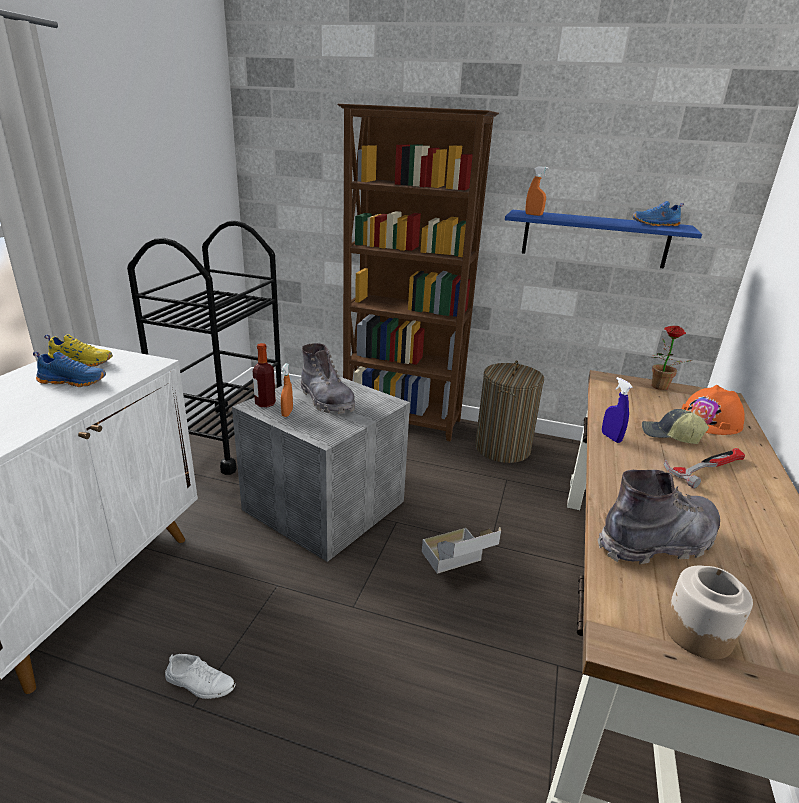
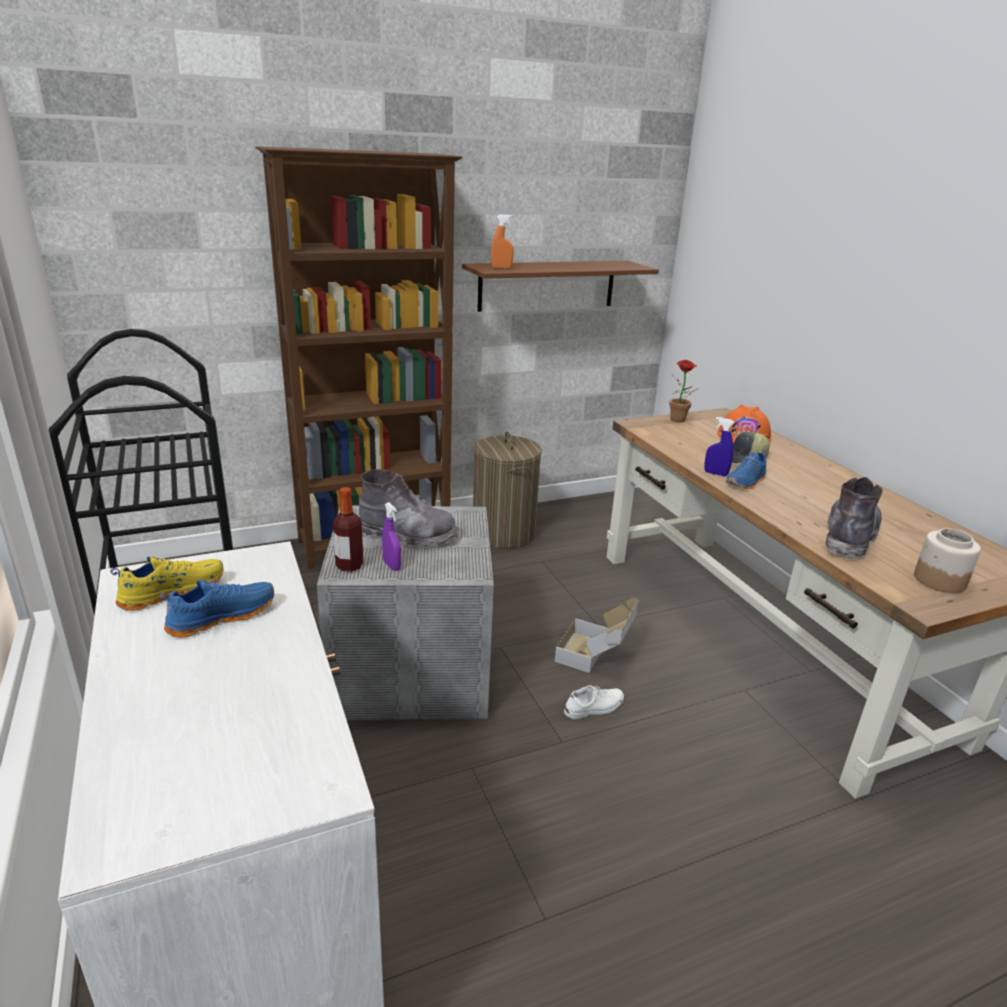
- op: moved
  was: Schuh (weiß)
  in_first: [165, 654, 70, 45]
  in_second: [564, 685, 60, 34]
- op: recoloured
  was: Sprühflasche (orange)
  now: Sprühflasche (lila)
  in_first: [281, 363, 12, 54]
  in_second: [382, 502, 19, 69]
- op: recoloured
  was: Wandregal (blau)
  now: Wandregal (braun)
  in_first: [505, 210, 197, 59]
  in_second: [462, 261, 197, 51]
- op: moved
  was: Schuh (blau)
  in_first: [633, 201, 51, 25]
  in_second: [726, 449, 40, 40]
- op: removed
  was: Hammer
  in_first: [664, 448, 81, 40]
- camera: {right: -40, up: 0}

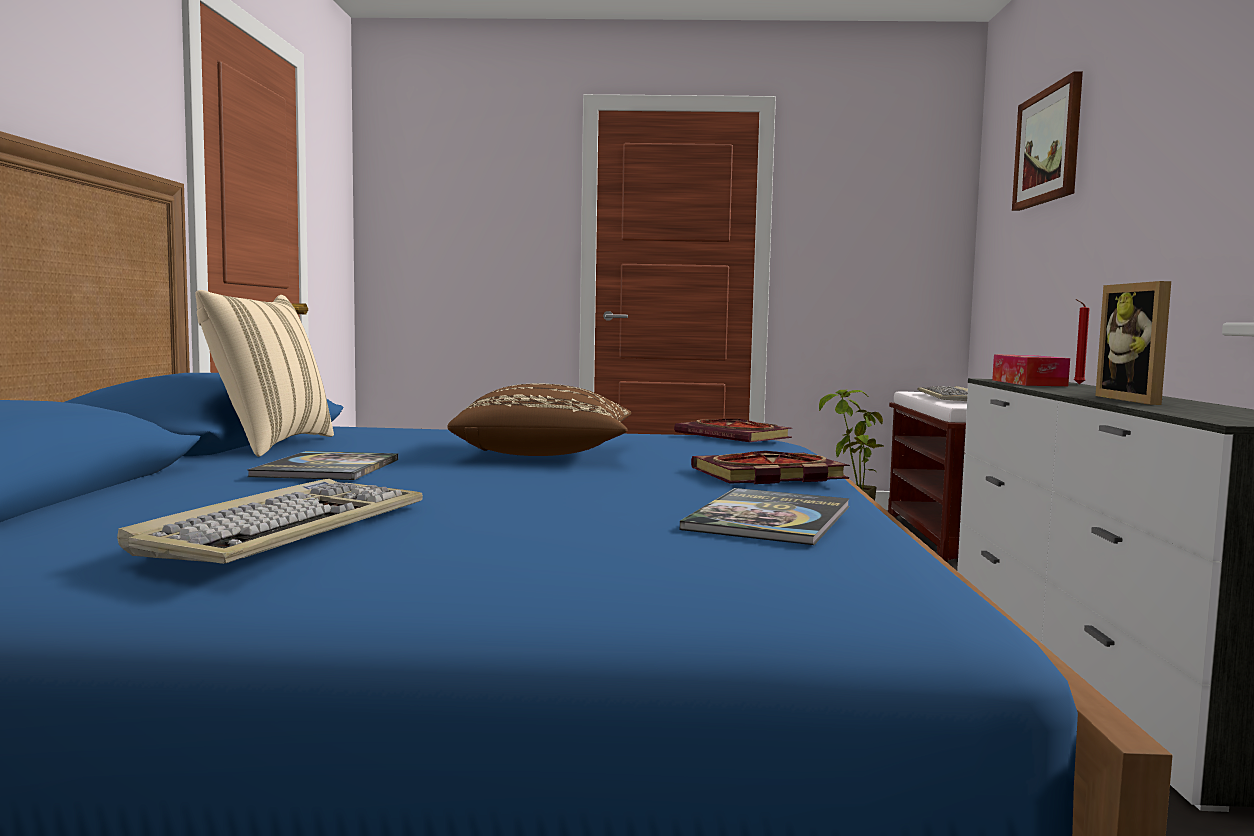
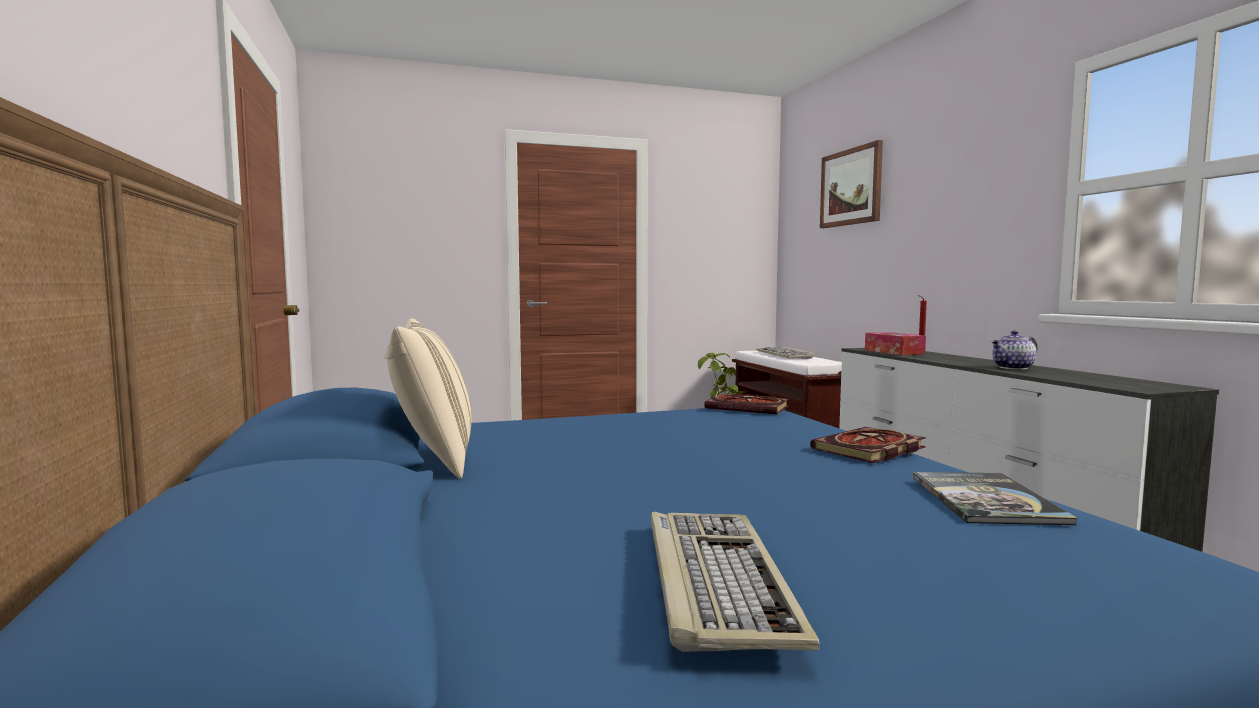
- op: removed
  was: Buch
  in_first: [247, 451, 151, 29]
- op: removed
  was: Kissen (braun)
  in_first: [447, 383, 184, 73]
- op: replaced
  was: Bilderrahmen
  now: Teekanne
  in_first: [1095, 281, 76, 124]
  in_second: [991, 330, 47, 40]
- camera: {right: -20, up: 0}

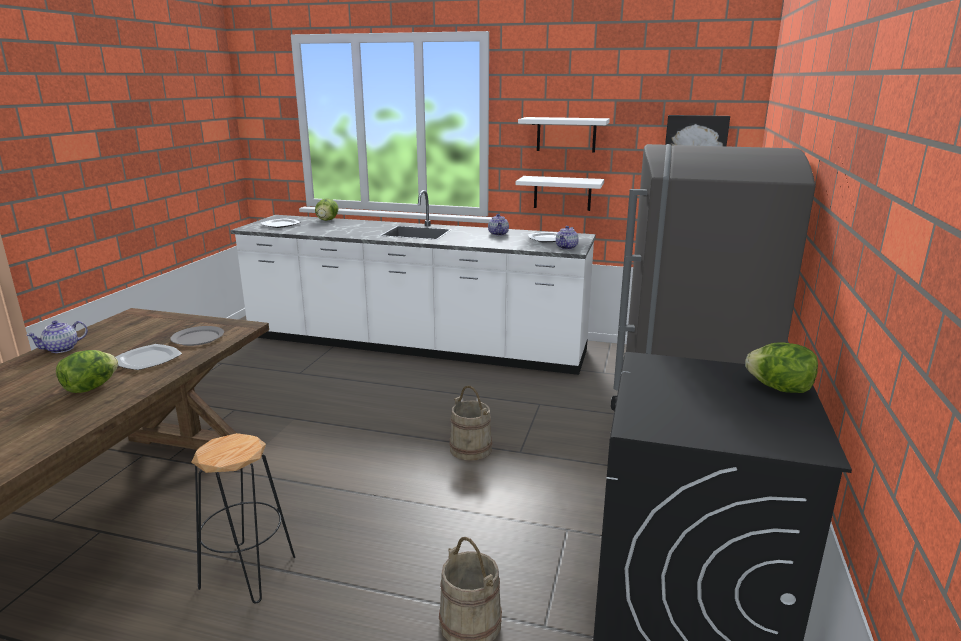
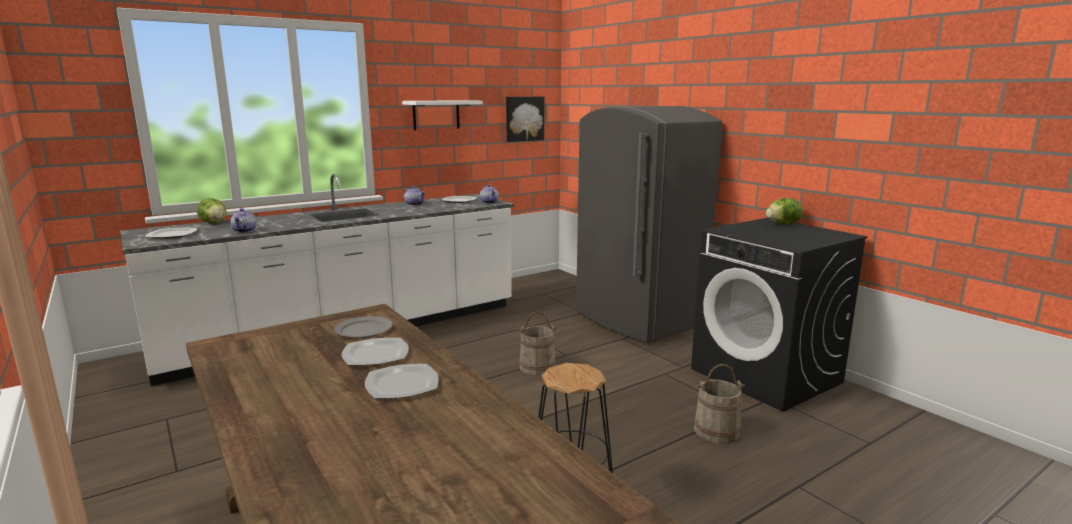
- op: moved
  was: Teekanne
  in_first: [26, 320, 62, 33]
  in_second: [230, 208, 27, 25]
- op: replaced
  was: Salatkopf
  now: Teller
  in_first: [56, 350, 62, 43]
  in_second: [365, 364, 74, 35]
- op: removed
  was: Wandregal (weiß)
  in_first: [516, 176, 88, 35]
- camera: {right: -50, up: -5}

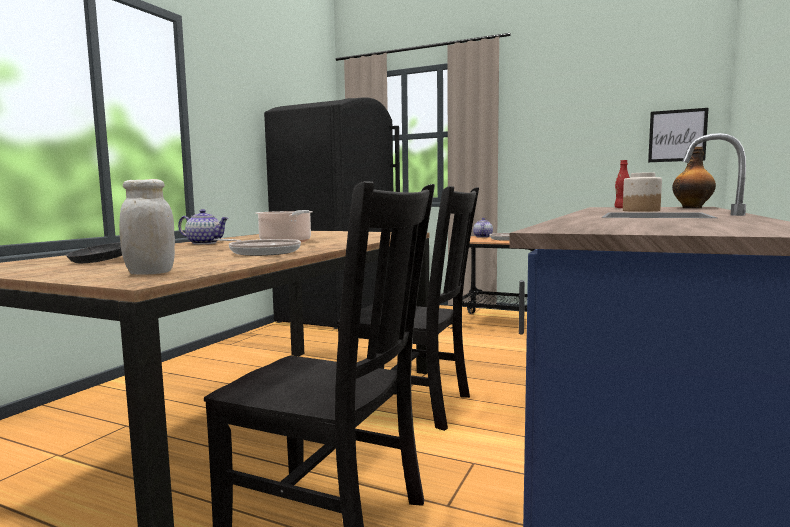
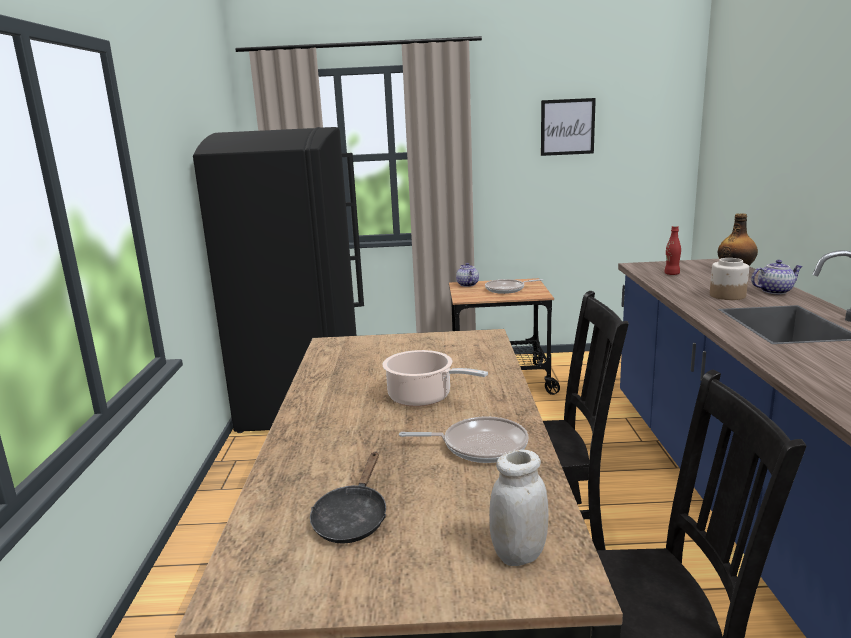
- op: moved
  was: Teekanne
  in_first: [178, 209, 51, 35]
  in_second: [751, 260, 52, 34]
- op: moved
  was: Bild
  in_first: [648, 108, 60, 54]
  in_second: [541, 98, 55, 58]
- camera: {right: -25, up: 10}

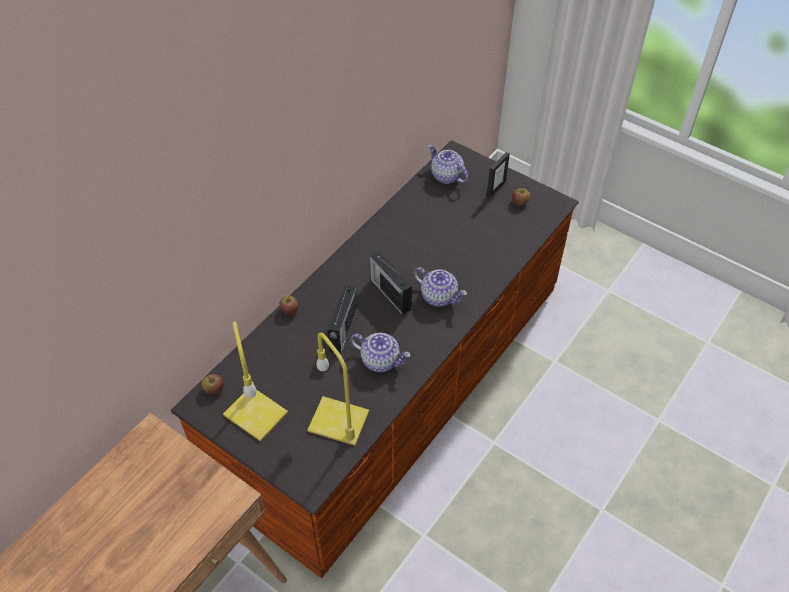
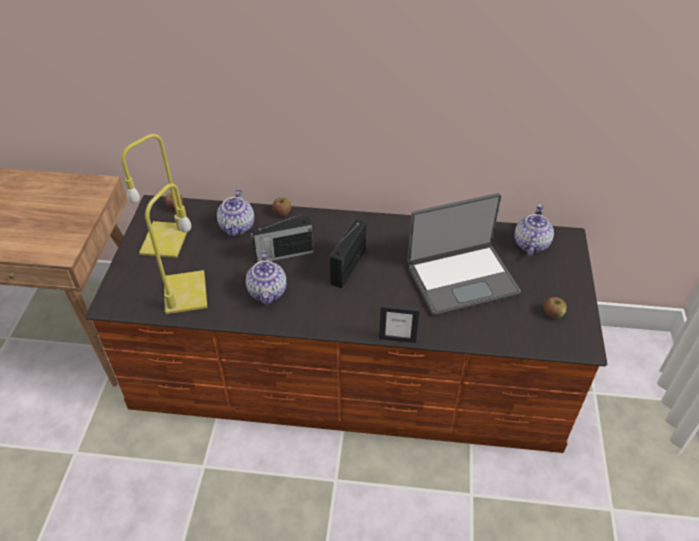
- op: moved
  was: Teekanne
  in_first: [413, 267, 54, 40]
  in_second: [217, 189, 37, 48]
- op: moved
  was: Bilderrahmen
  in_first: [486, 152, 24, 46]
  in_second: [379, 303, 41, 40]
- op: added
  now: Laptop
  in_second: [407, 193, 114, 123]
- camera: {right: 60, up: -5}

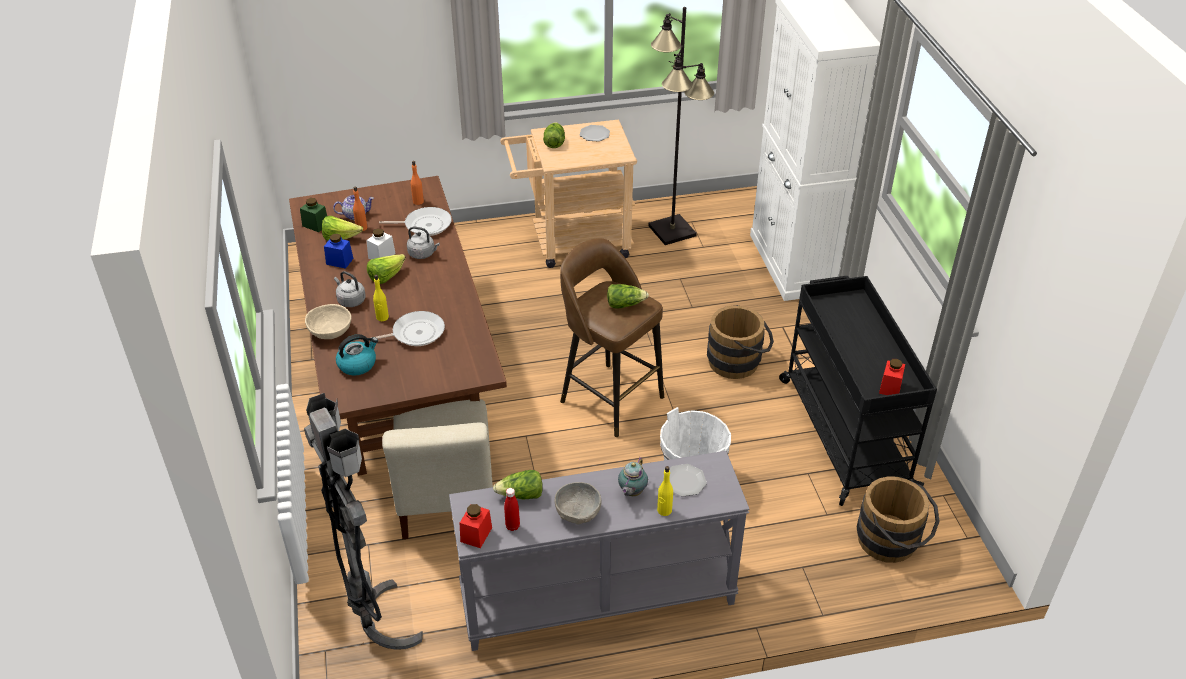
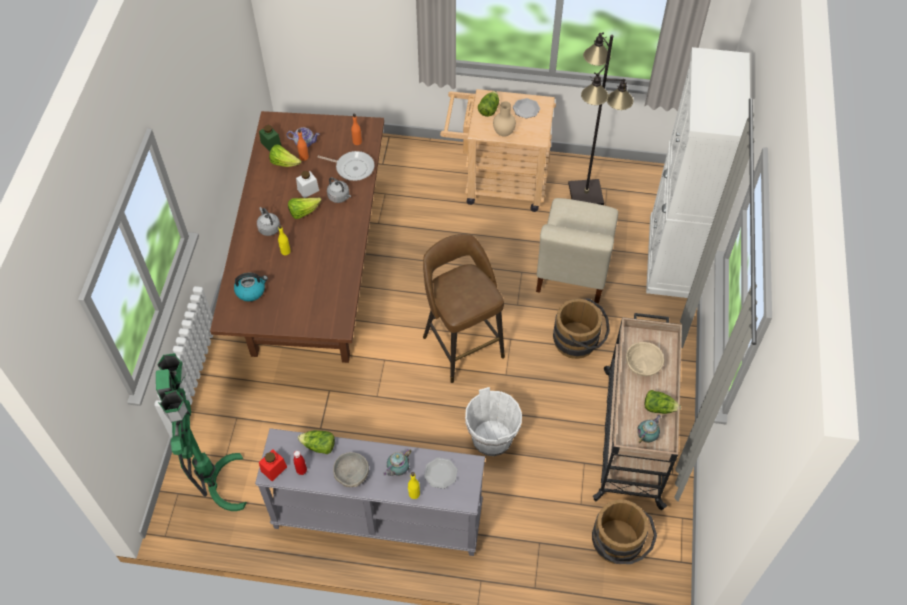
- op: recoloured
  was: Stehlampe (grau)
  now: Stehlampe (grün)
  in_first: [304, 393, 119, 257]
  in_second: [156, 353, 91, 158]
- op: moved
  was: Schüssel (beige)
  in_first: [305, 304, 47, 35]
  in_second: [626, 342, 38, 34]
- op: removed
  was: Vorratsglas (blau)
  in_first: [324, 234, 29, 35]
- op: removed
  was: Pfanne
  in_first: [364, 311, 81, 35]
- op: moved
  was: Stuhl (beige)
  in_first: [382, 399, 111, 140]
  in_second: [536, 198, 82, 105]
- op: moved
  was: Salatkopf
  in_first: [607, 284, 42, 25]
  in_second: [644, 390, 37, 24]
- op: recoloured
  was: Rollwagen (schwarz)
  now: Rollwagen (beige)
  in_first: [779, 275, 158, 231]
  in_second: [593, 313, 89, 197]
- op: replaced
  was: Vorratsglas (rot)
  now: Teekanne
  in_first: [879, 359, 26, 36]
  in_second: [637, 415, 24, 28]
- op: added
  now: Vase (beige)
  in_second: [493, 101, 23, 36]
- camera: {right: 20, up: 15}

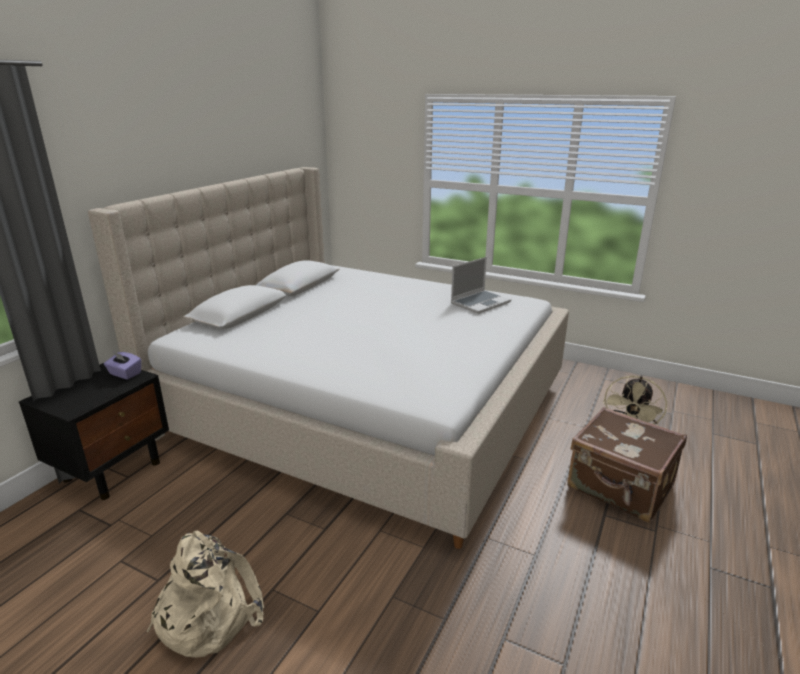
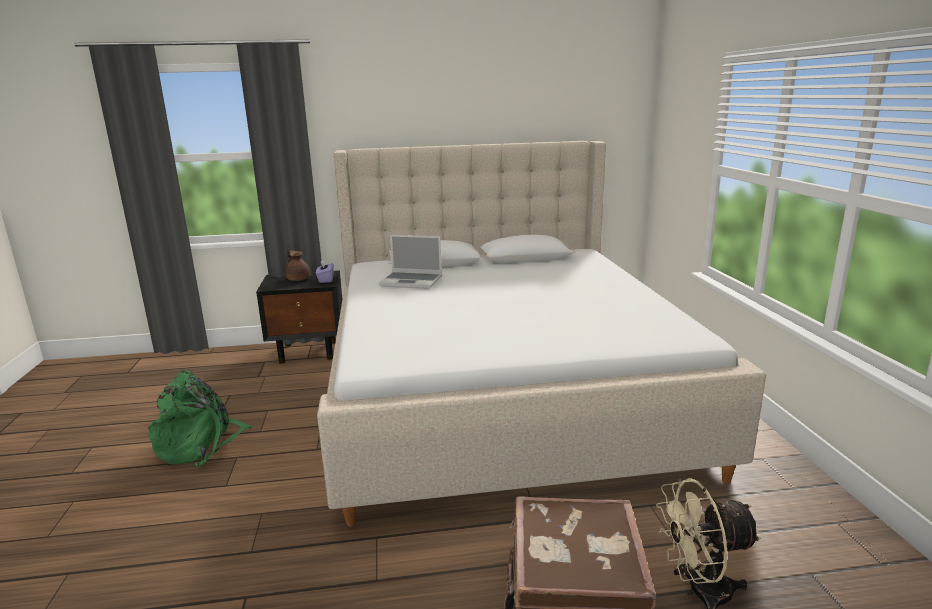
- op: recoloured
  was: Rucksack (beige)
  now: Rucksack (grün)
  in_first: [147, 531, 117, 127]
  in_second: [148, 370, 105, 97]
- op: moved
  was: Laptop
  in_first: [451, 257, 60, 57]
  in_second: [379, 235, 63, 54]
- op: added
  now: Teekanne (braun)
  in_second: [285, 245, 26, 36]
- camera: {right: 55, up: -5}

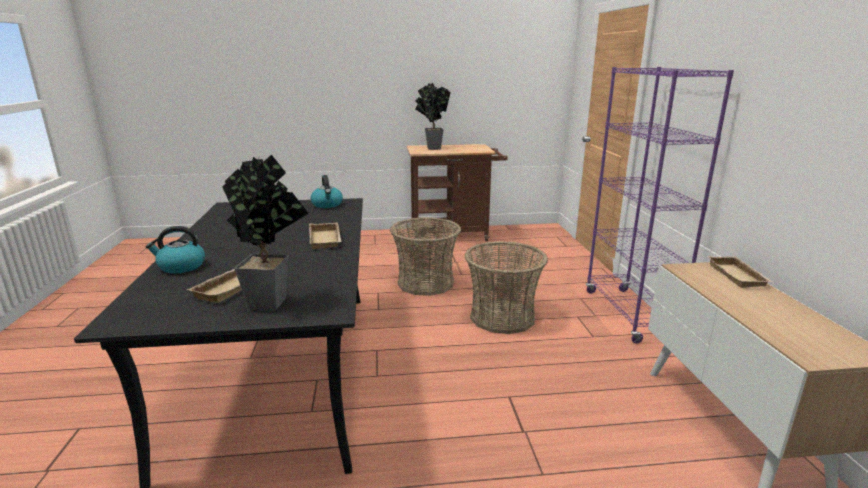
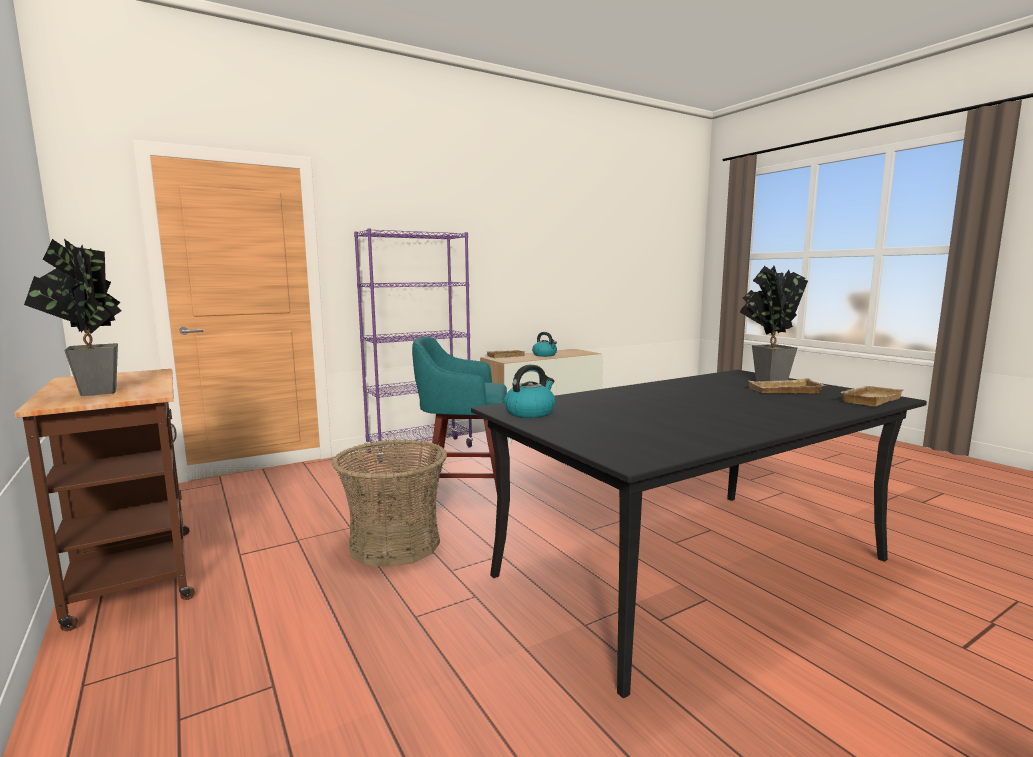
- op: moved
  was: Wasserkessel
  in_first: [146, 226, 59, 48]
  in_second: [532, 332, 25, 25]
- op: moved
  was: Tablett (beige)
  in_first: [309, 223, 33, 27]
  in_second: [838, 386, 65, 20]
- op: replaced
  was: Korb
  now: Hocker (türkis)
  in_first: [464, 241, 84, 93]
  in_second: [412, 337, 95, 167]
- camera: {right: -115, up: -10}

